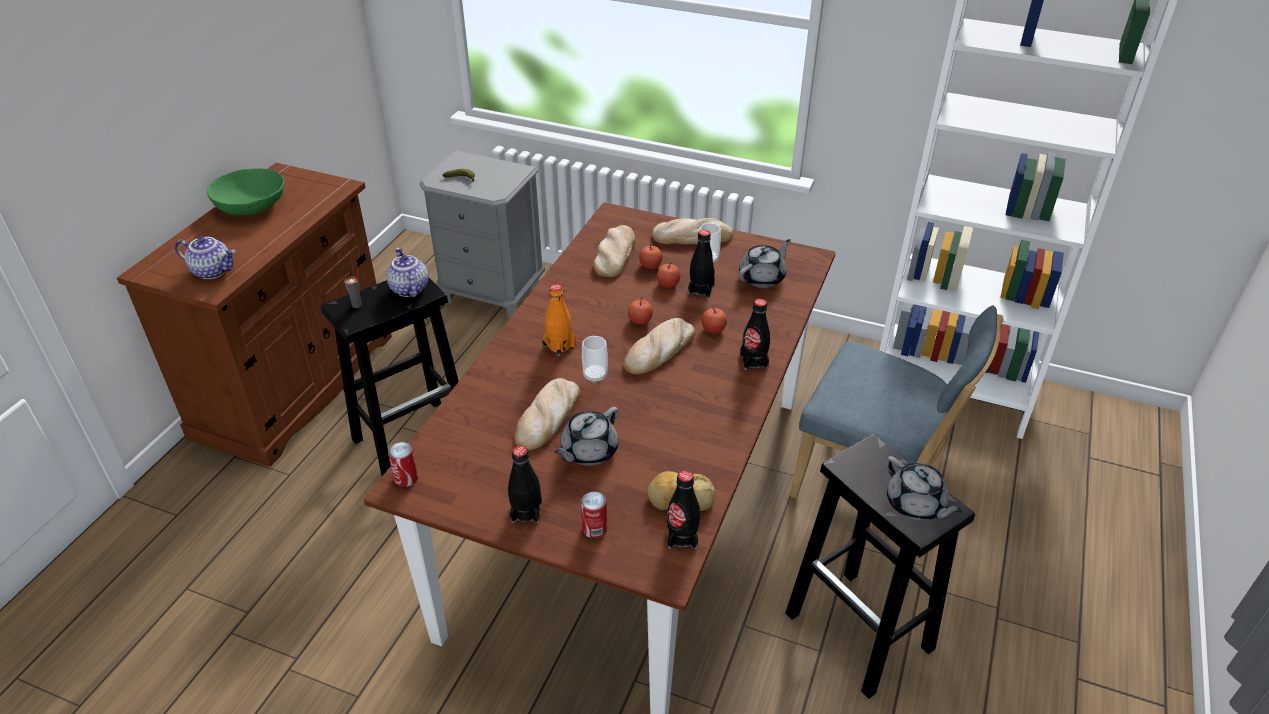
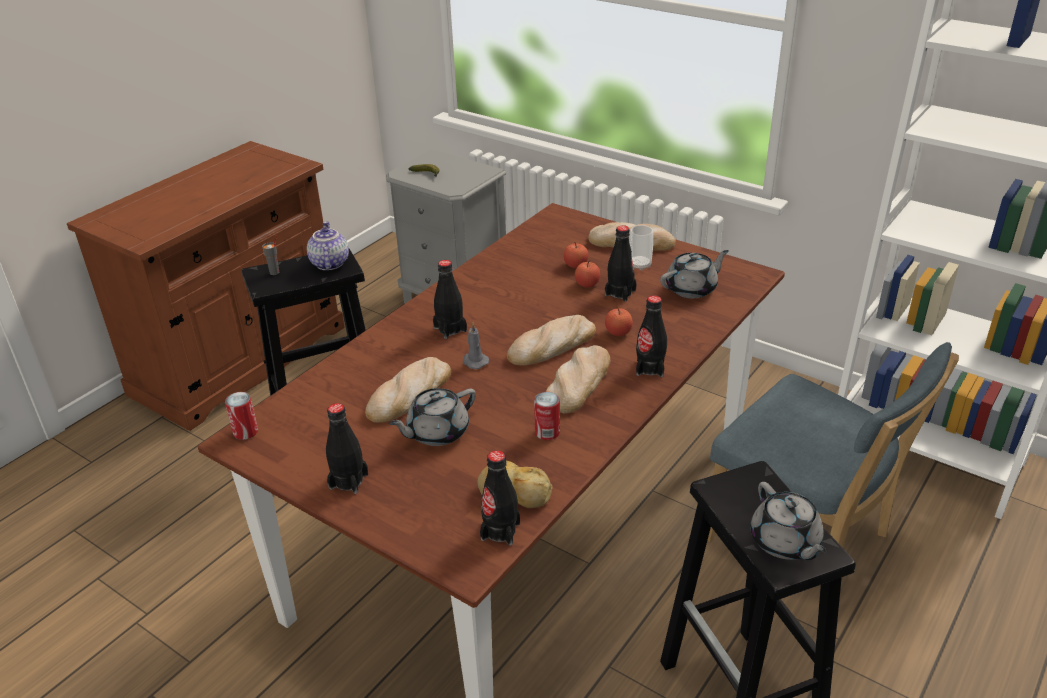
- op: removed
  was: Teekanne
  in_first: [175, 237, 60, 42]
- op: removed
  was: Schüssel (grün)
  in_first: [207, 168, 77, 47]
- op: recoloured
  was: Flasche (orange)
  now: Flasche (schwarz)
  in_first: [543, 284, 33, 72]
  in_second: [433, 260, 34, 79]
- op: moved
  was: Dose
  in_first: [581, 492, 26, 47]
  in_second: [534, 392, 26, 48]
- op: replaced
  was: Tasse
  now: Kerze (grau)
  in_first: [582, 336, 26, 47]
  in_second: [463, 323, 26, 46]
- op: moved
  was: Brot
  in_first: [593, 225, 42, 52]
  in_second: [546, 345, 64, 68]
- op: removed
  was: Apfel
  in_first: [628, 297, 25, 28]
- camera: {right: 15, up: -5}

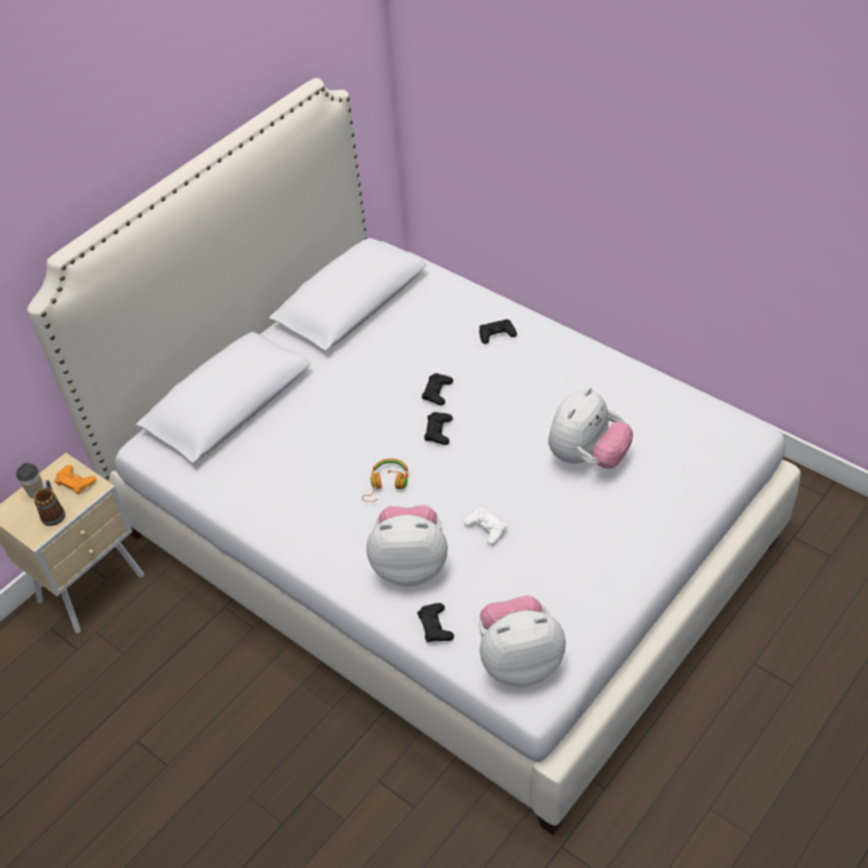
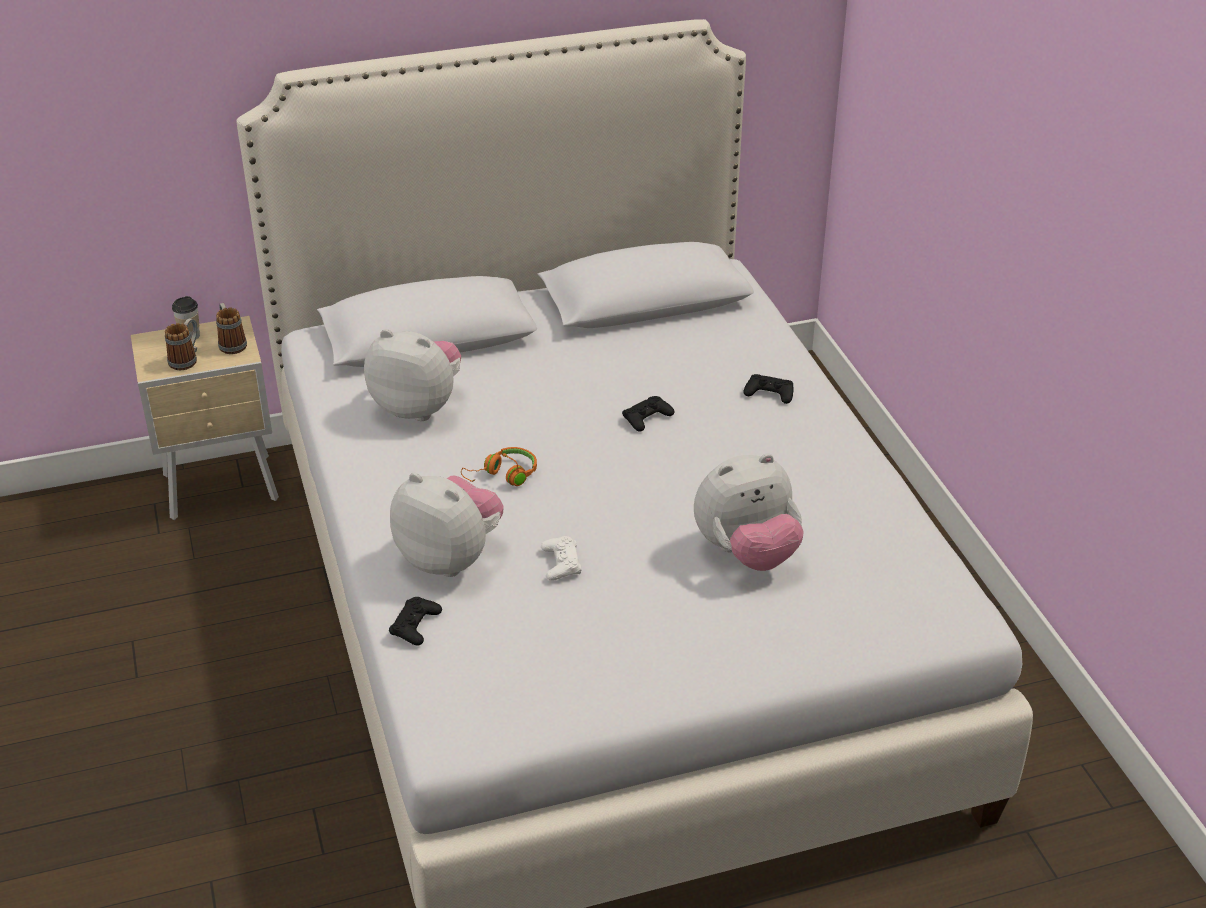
- op: replaced
  was: Gamepad (orange)
  now: Henkelbecher
  in_first: [55, 465, 41, 29]
  in_second: [216, 303, 31, 51]
- op: removed
  was: Gamepad (schwarz)
  in_first: [424, 412, 29, 33]
- op: moved
  was: Plüschtier
  in_first: [478, 595, 88, 92]
  in_second: [364, 329, 97, 92]
- camera: {right: 30, up: -10}

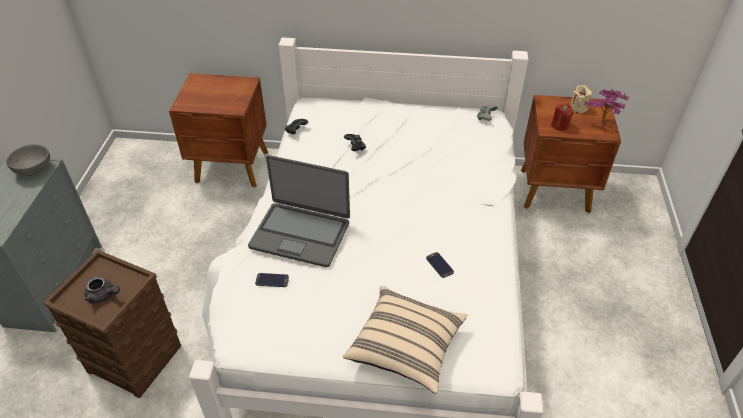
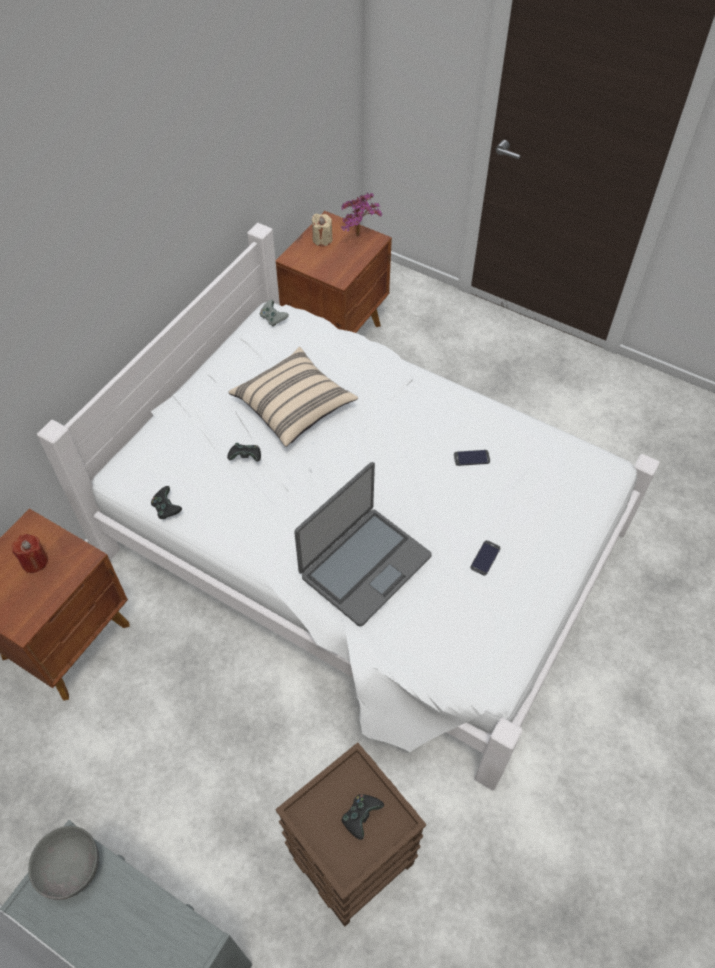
- op: replaced
  was: Teekanne (grau)
  now: Gamepad (schwarz)
  in_first: [85, 276, 35, 28]
  in_second: [341, 794, 43, 46]
- op: moved
  was: Handy
  in_first: [255, 273, 34, 14]
  in_second: [470, 540, 30, 35]
- op: moved
  was: Kissen (beige)
  in_first: [343, 286, 124, 107]
  in_second: [229, 347, 129, 100]
- op: moved
  was: Kerze (rot)
  in_first: [551, 104, 23, 27]
  in_second: [12, 534, 36, 39]
- camera: {right: -65, up: 10}

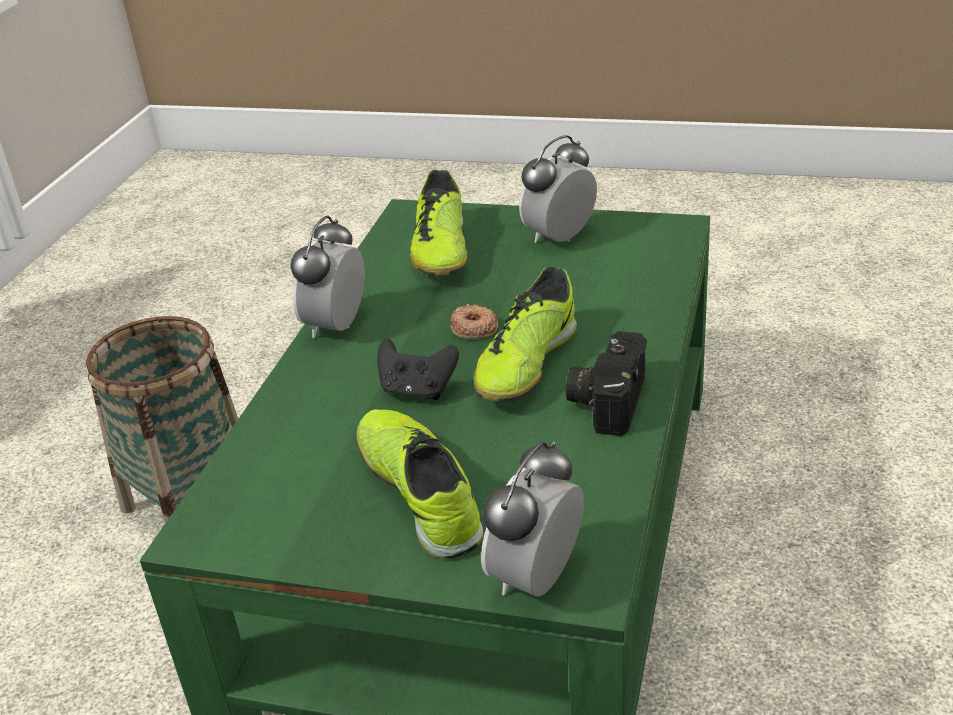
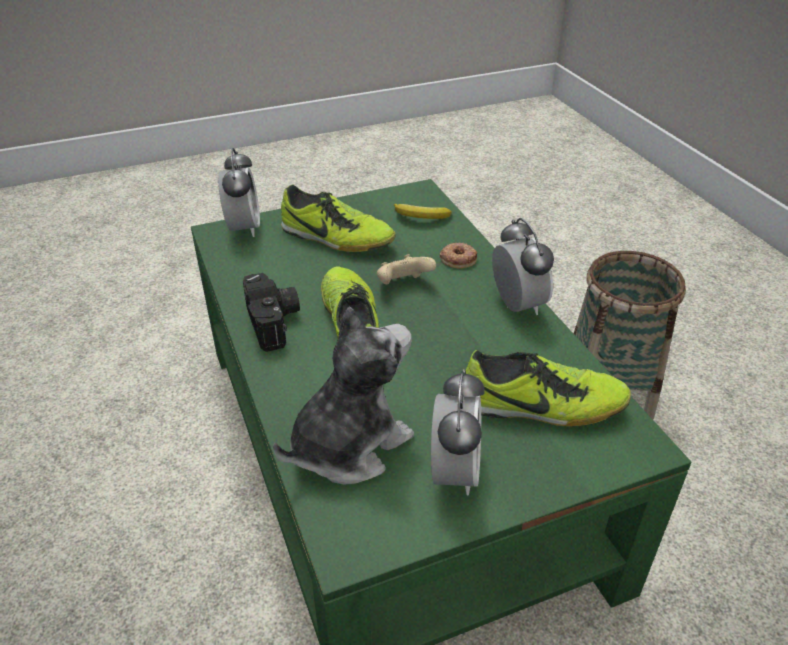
- op: recoloured
  was: Gamepad (schwarz)
  now: Gamepad (beige)
  in_first: [377, 339, 82, 61]
  in_second: [377, 254, 59, 30]
- op: turned
  was: Schuh
  in_first: [410, 170, 58, 106]
  in_second: [466, 350, 165, 76]
  clockwise: 135
- op: moved
  was: Donut
  in_first: [450, 304, 48, 35]
  in_second: [440, 242, 37, 27]
- op: added
  now: Plüschtier
  in_second: [273, 306, 141, 179]
- op: added
  now: Banane
  in_second: [394, 204, 58, 15]
- camera: {right: 140, up: 5}

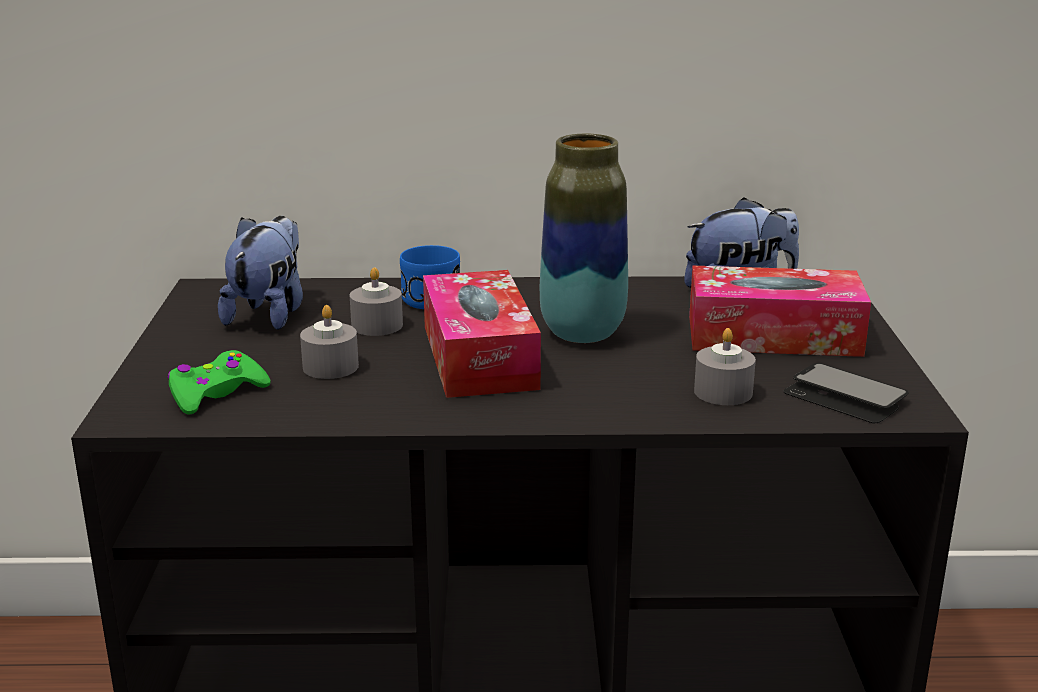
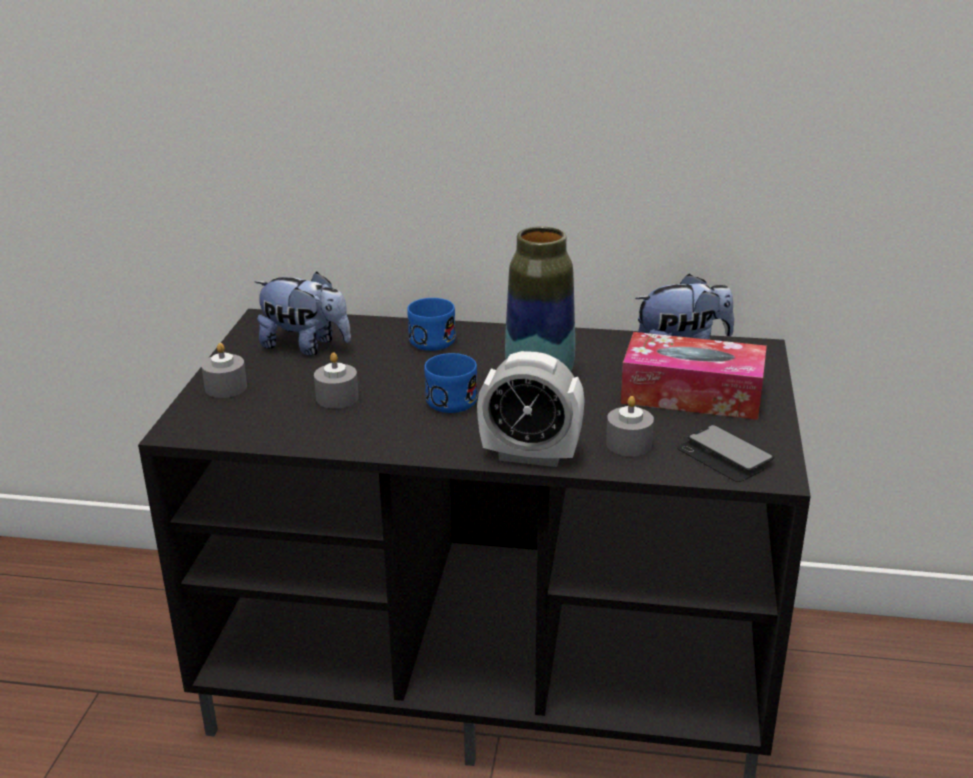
- op: removed
  was: Gamepad (grün)
  in_first: [167, 350, 104, 65]
- op: turned
  was: Plüschtier
  in_first: [218, 216, 85, 114]
  in_second: [255, 272, 96, 84]
  clockwise: 90
- op: moved
  was: Kerze (grau)
  in_first: [350, 267, 53, 69]
  in_second: [201, 343, 46, 55]
- op: replaced
  was: Taschentuchbox
  now: Henkelbecher (blau)
  in_first: [423, 270, 118, 128]
  in_second: [424, 353, 54, 60]
- op: added
  now: Wecker
  in_second: [477, 351, 108, 116]
- camera: {right: 10, up: 5}

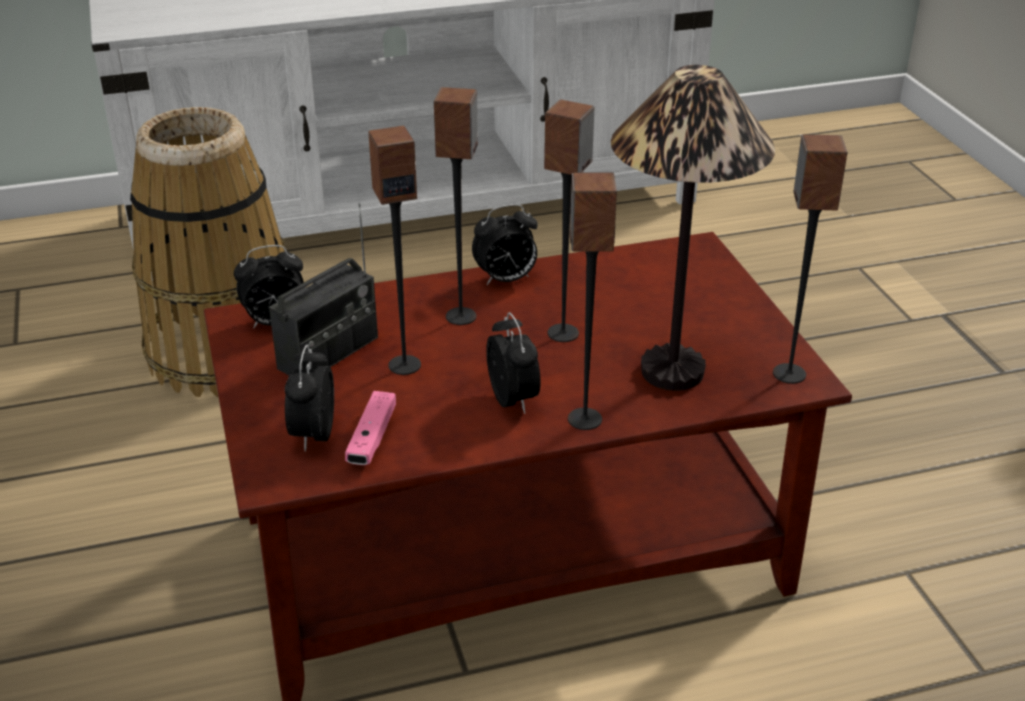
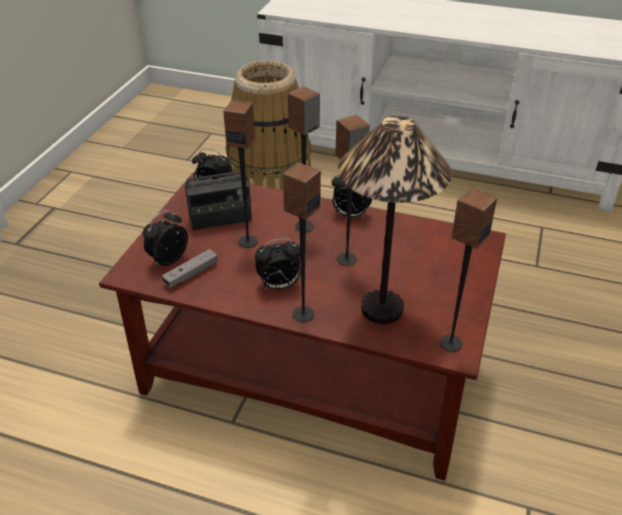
- op: recoloured
  was: Gamepad (rosa)
  now: Gamepad (grau)
  in_first: [345, 391, 51, 74]
  in_second: [162, 249, 56, 38]
- op: turned
  was: Wecker
  in_first: [486, 312, 55, 102]
  in_second: [255, 238, 46, 52]
  clockwise: 60
- camera: {right: 35, up: 5}

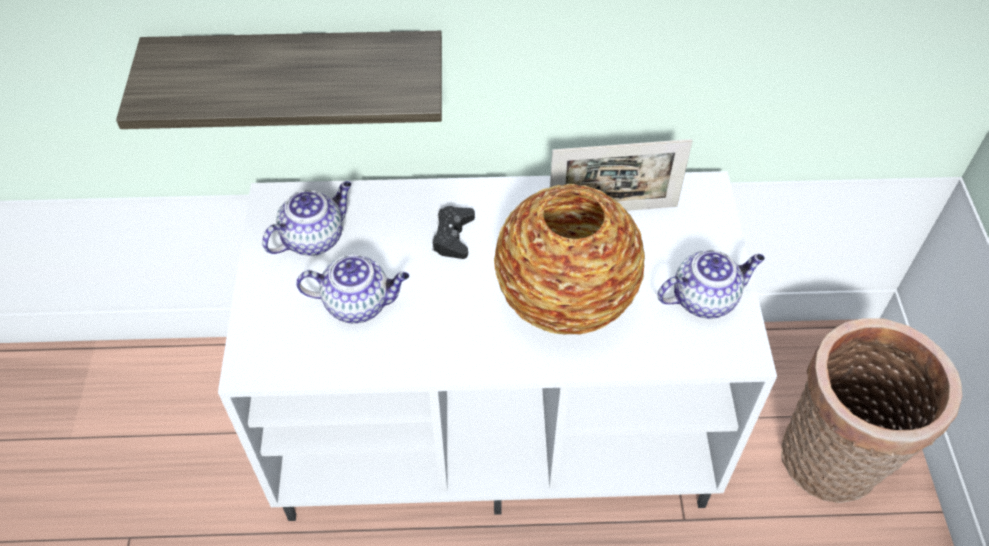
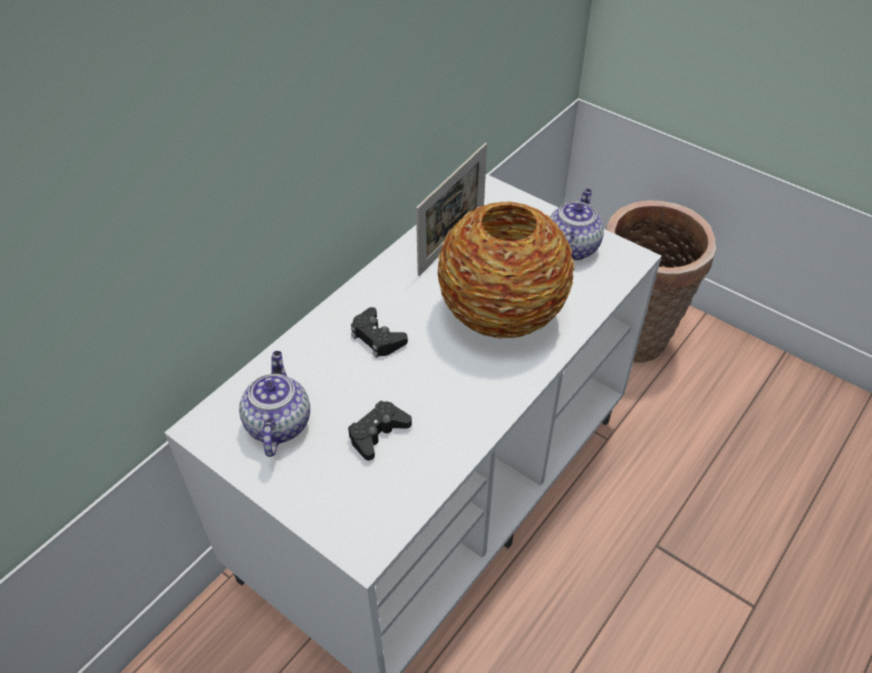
- op: removed
  was: Wandregal
  in_first: [116, 31, 326, 98]
- op: replaced
  was: Teekanne
  now: Gamepad (schwarz)
  in_first: [296, 254, 113, 69]
  in_second: [348, 401, 64, 60]
- camera: {right: -50, up: -5}

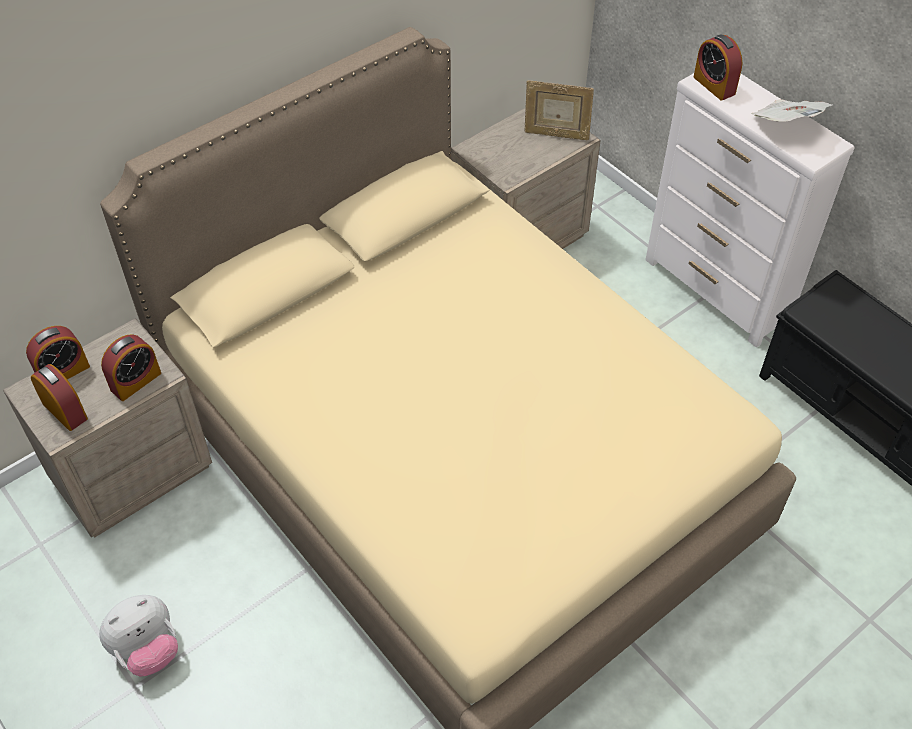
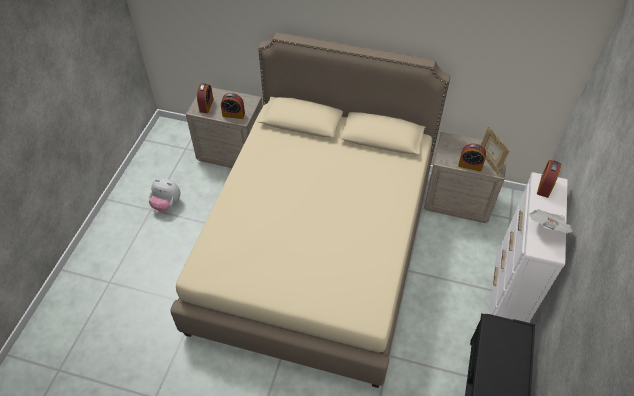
- op: moved
  was: Wecker
  in_first: [26, 326, 64, 53]
  in_second: [458, 143, 28, 29]
- camera: {right: 55, up: 0}

